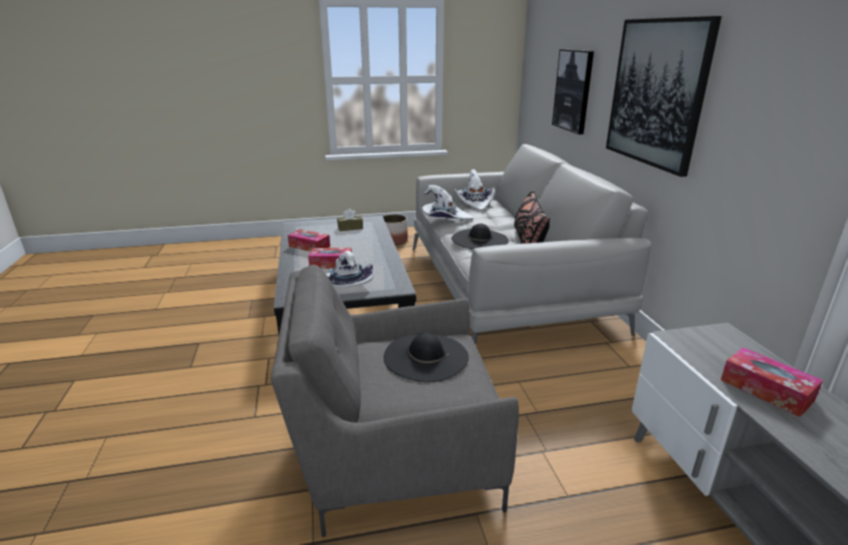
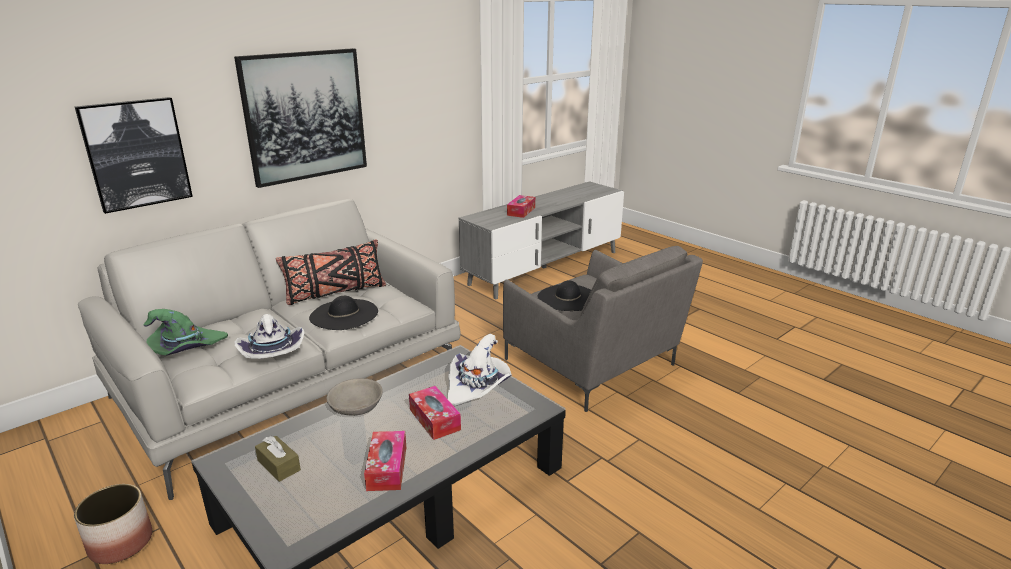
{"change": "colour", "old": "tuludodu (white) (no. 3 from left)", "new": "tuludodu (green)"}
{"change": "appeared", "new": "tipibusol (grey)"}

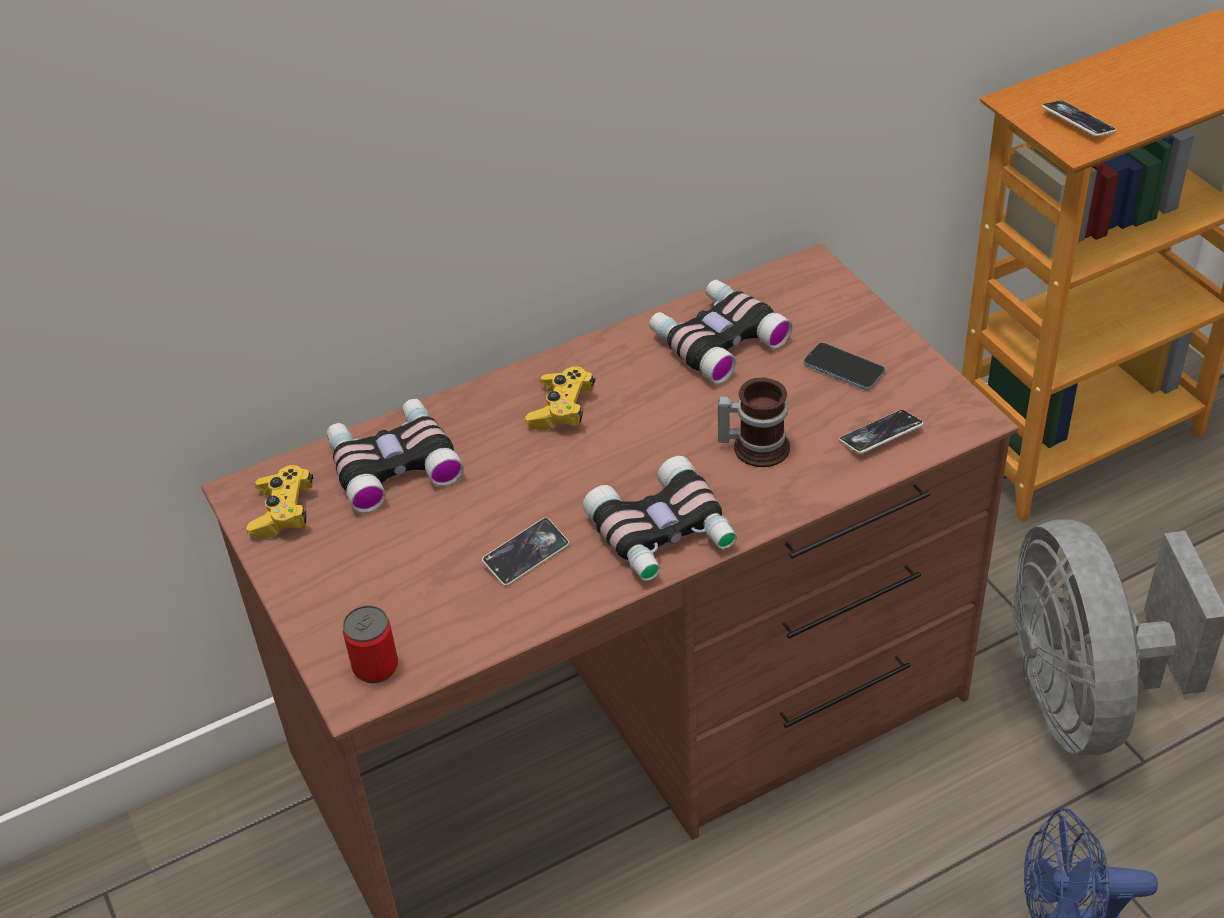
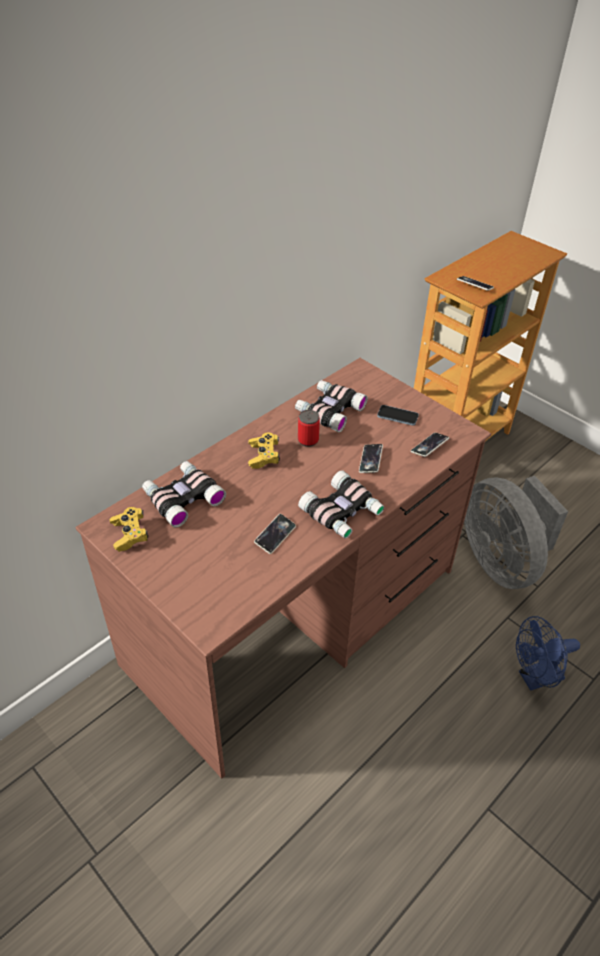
{"change": "relocated", "old": "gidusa"}
{"change": "exchanged", "old": "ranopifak", "new": "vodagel (no. 2 from left)"}

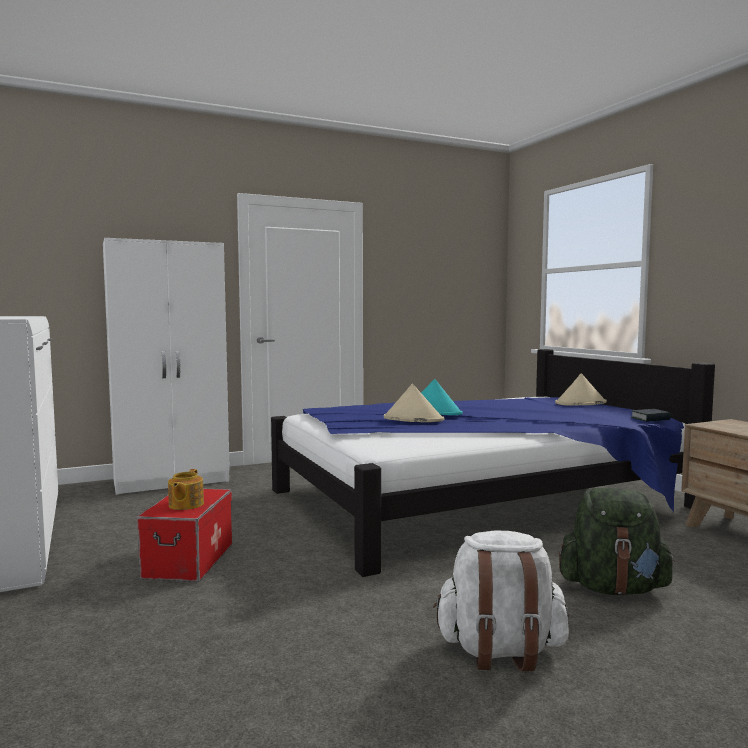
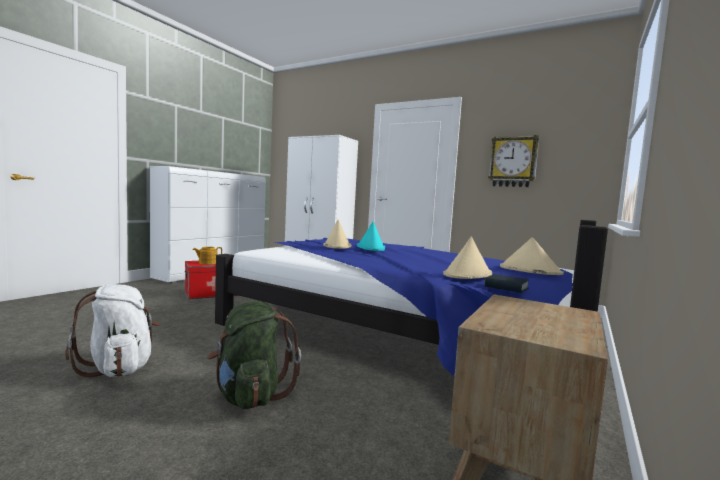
{"change": "appeared", "new": "tuludodu (beige) (no. 2 from left)"}
{"change": "appeared", "new": "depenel"}

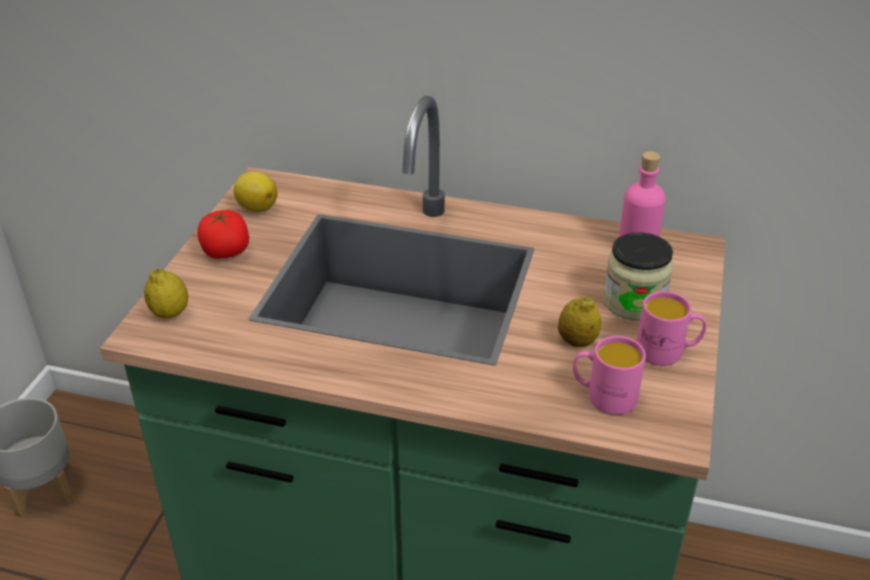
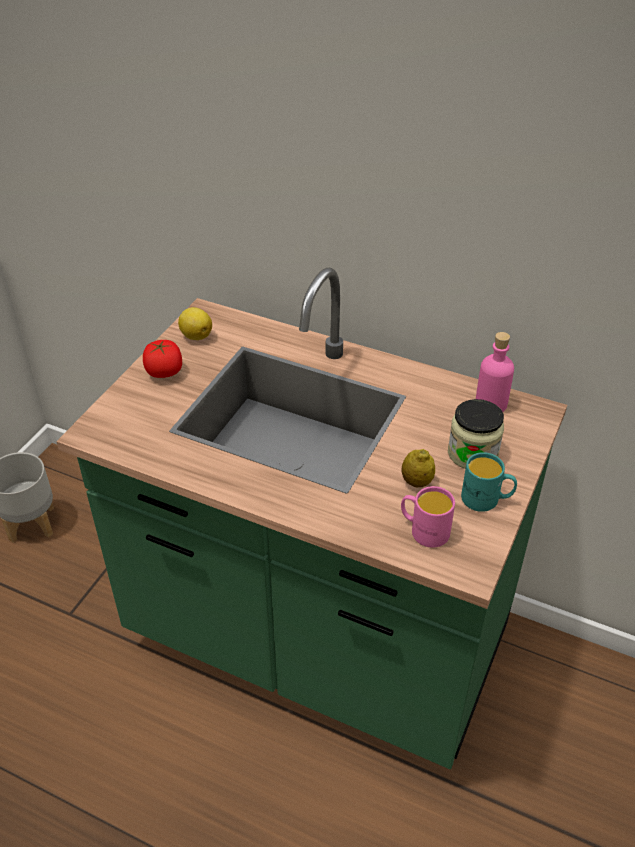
{"change": "colour", "old": "ranopifak (pink) (no. 2 from left)", "new": "ranopifak (turquoise)"}
{"change": "missing", "old": "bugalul (no. 1 from left)"}

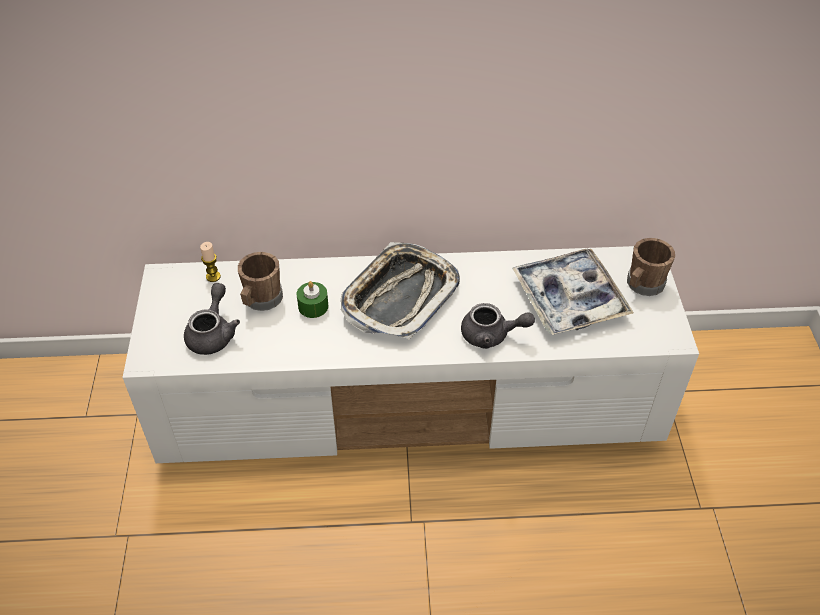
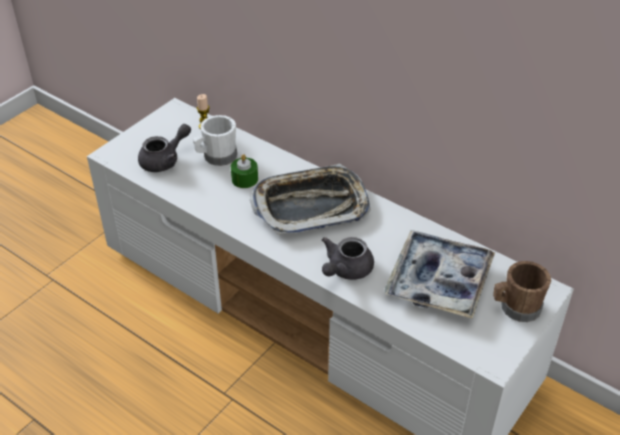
{"change": "colour", "old": "ranopifak (brown) (no. 1 from left)", "new": "ranopifak (white)"}
{"change": "spun", "old": "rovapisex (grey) (no. 2 from left)", "degrees": 75}

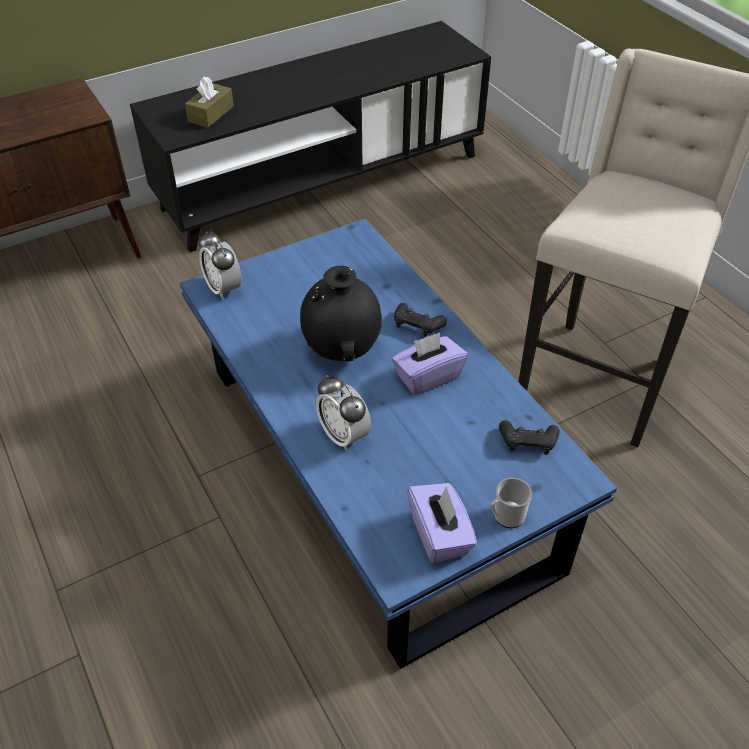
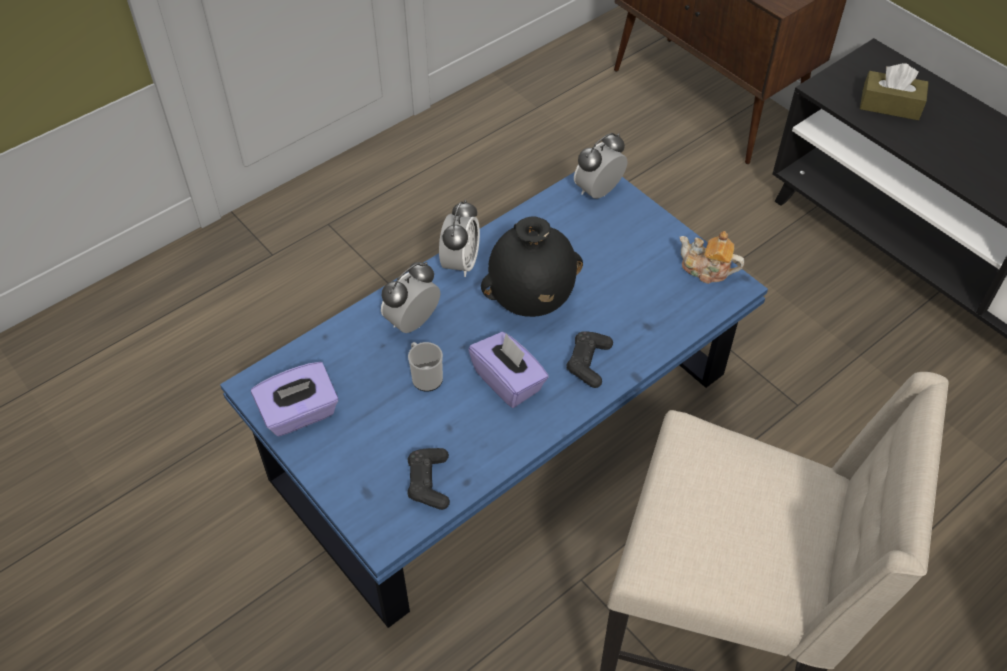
{"change": "relocated", "old": "ranopifak"}
{"change": "appeared", "new": "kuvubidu (no. 2 from left)"}
{"change": "appeared", "new": "rovapisex"}

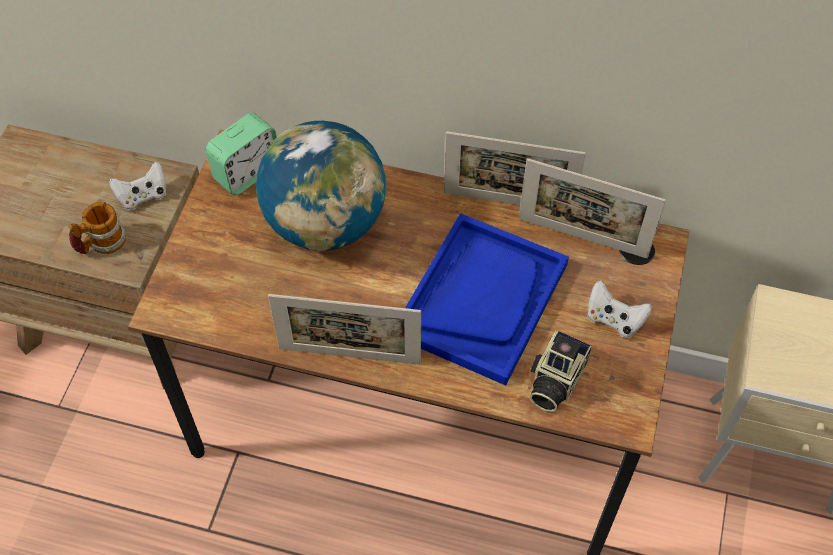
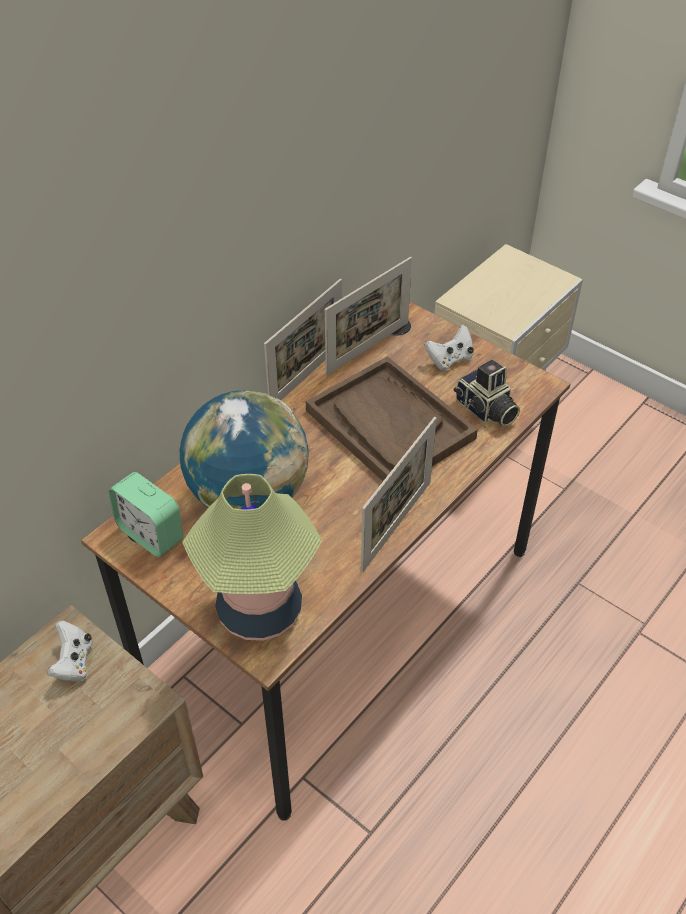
{"change": "spun", "old": "kuvubidu", "degrees": 150}
{"change": "appeared", "new": "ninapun"}
{"change": "colour", "old": "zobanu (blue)", "new": "zobanu (brown)"}
{"change": "missing", "old": "ranopifak"}

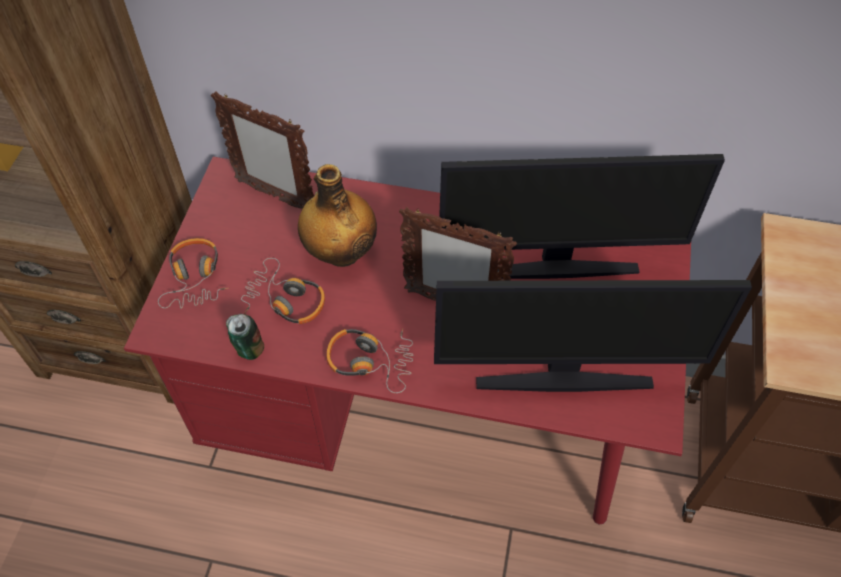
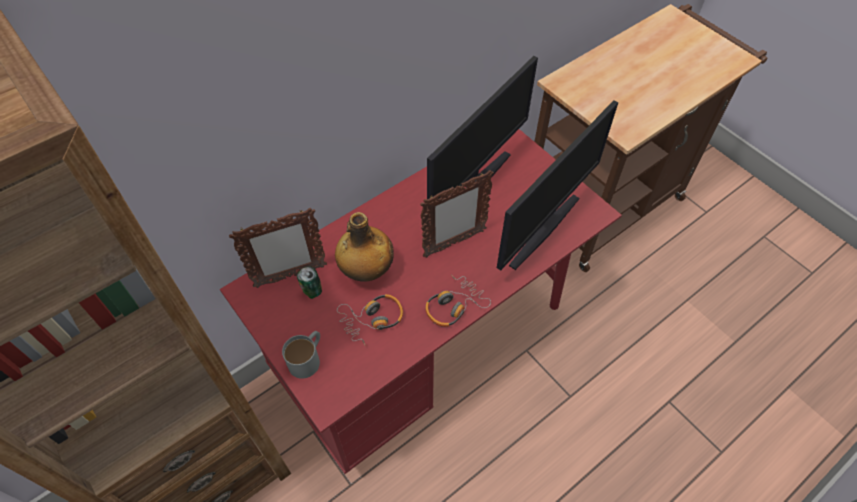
{"change": "exchanged", "old": "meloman (no. 1 from left)", "new": "ranopifak (grey)"}
{"change": "relocated", "old": "gidusa"}

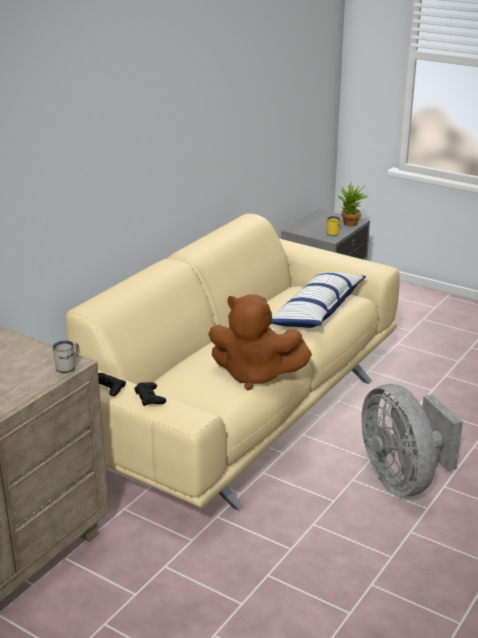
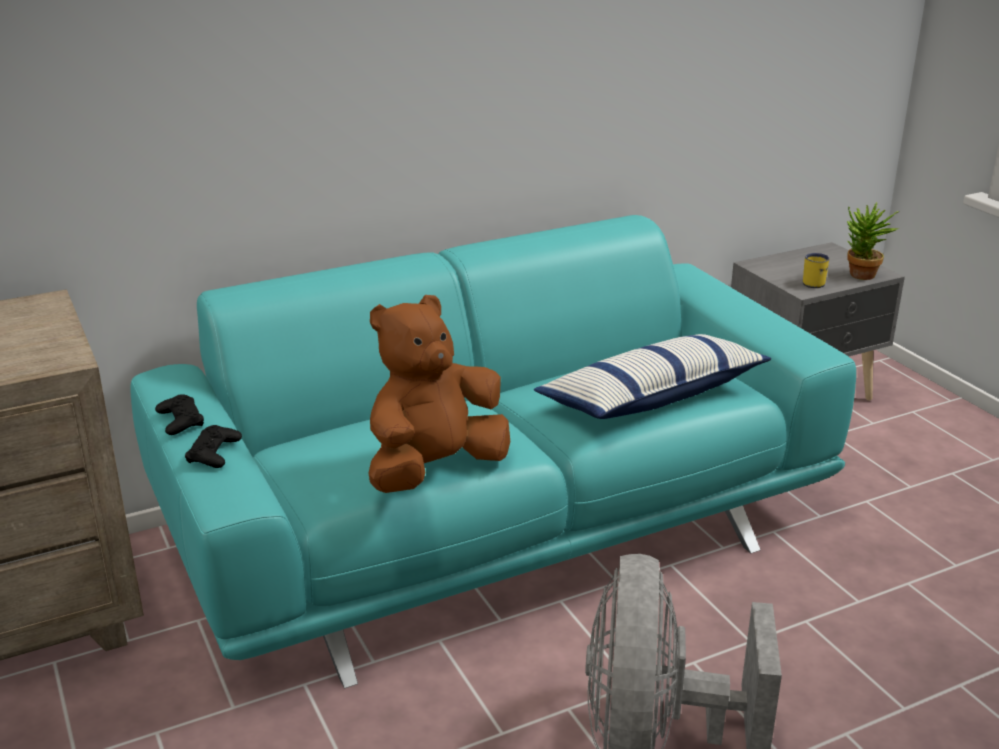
{"change": "colour", "old": "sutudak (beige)", "new": "sutudak (turquoise)"}
{"change": "spun", "old": "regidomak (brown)", "degrees": 90}
{"change": "missing", "old": "ranopifak (white)"}

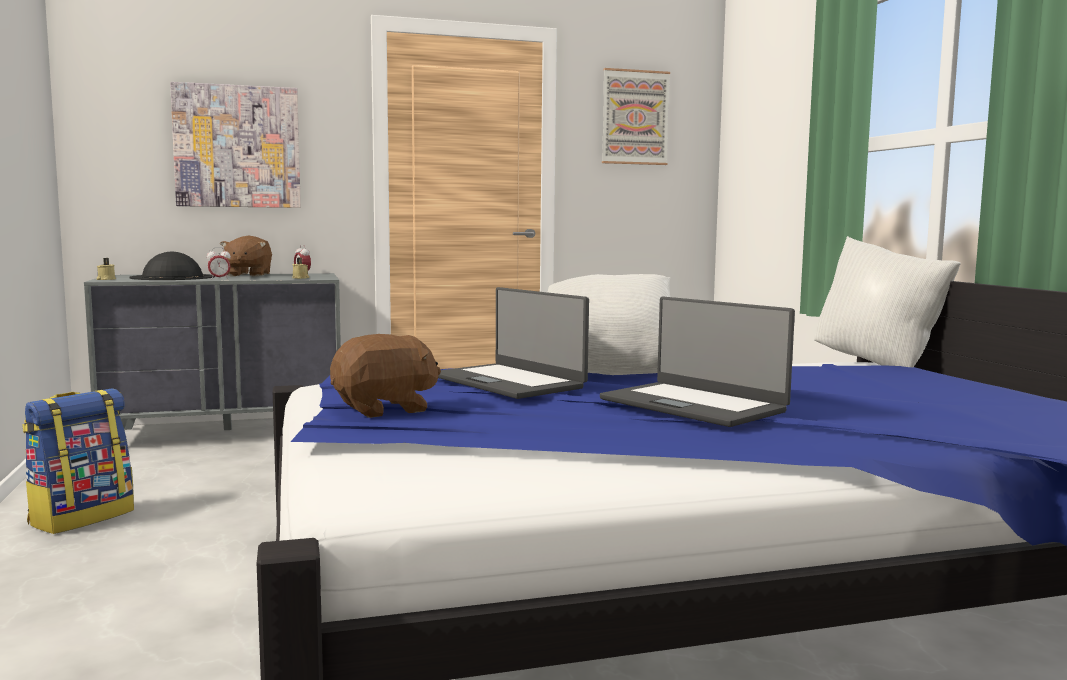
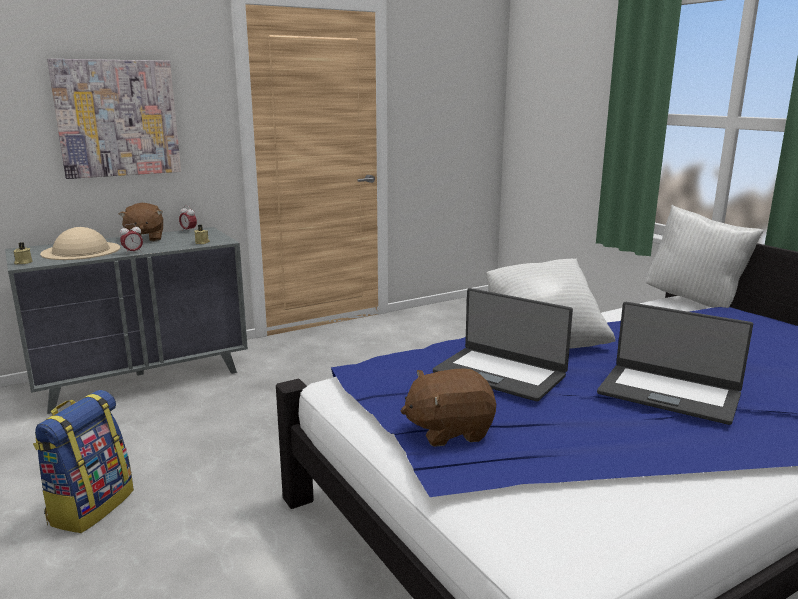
{"change": "colour", "old": "tuludodu (black)", "new": "tuludodu (beige)"}
{"change": "spun", "old": "regidomak (brown) (no. 2 from left)", "degrees": -150}
{"change": "missing", "old": "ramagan (no. 2 from left)"}

